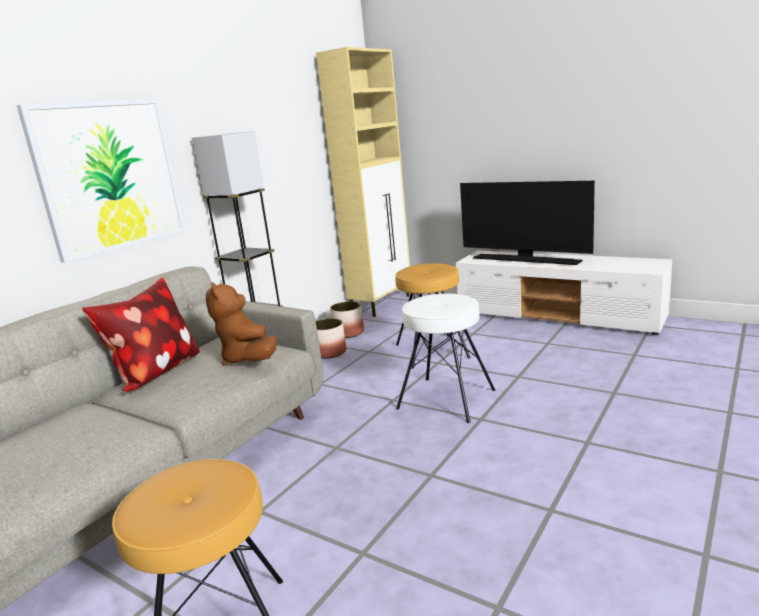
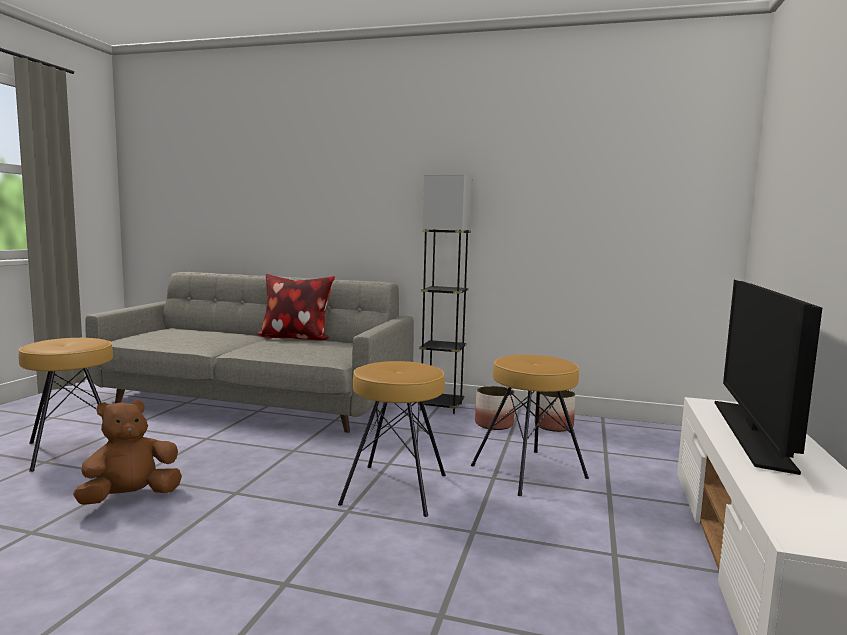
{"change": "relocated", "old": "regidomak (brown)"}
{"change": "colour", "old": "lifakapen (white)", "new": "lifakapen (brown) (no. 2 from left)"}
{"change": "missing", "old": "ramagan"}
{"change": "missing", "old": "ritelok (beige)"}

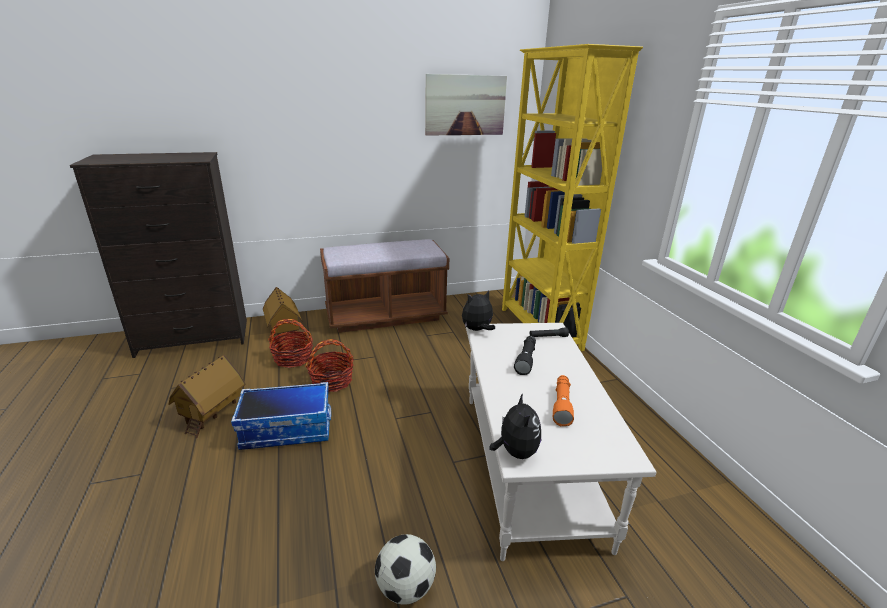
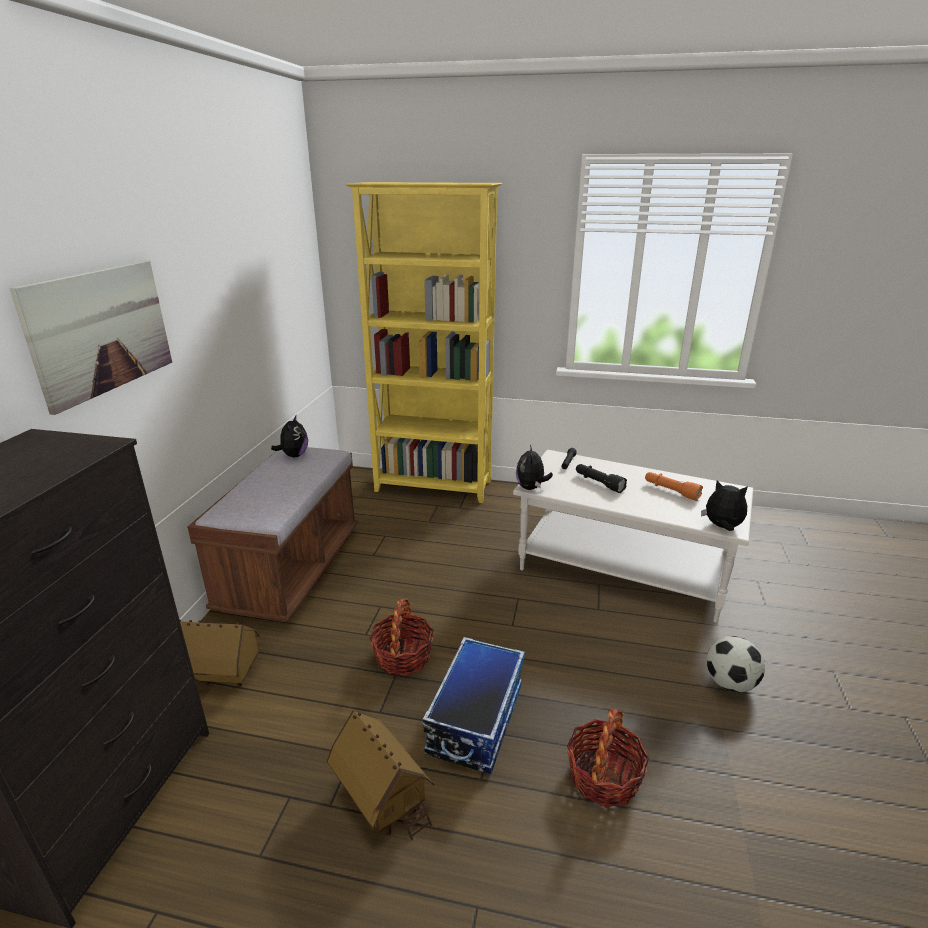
{"change": "relocated", "old": "ramagan"}
{"change": "appeared", "new": "regidomak (no. 1 from left)"}
{"change": "relocated", "old": "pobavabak (no. 1 from left in the first image)", "new": "pobavabak (no. 2 from left)"}

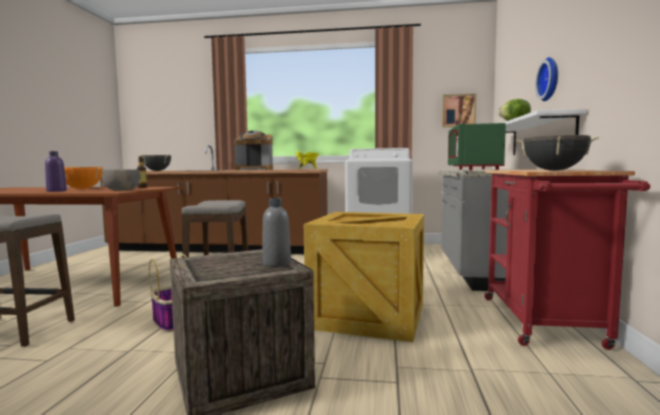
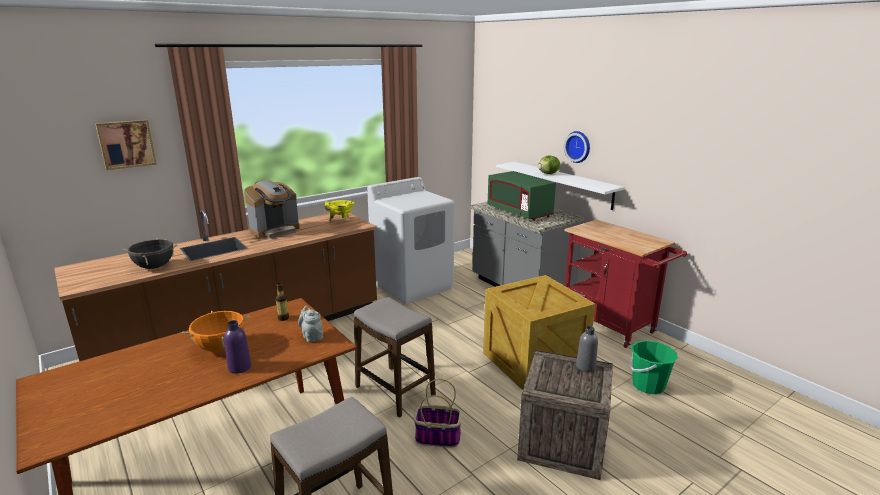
{"change": "relocated", "old": "ramagan"}
{"change": "exchanged", "old": "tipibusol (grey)", "new": "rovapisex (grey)"}
{"change": "appeared", "new": "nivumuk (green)"}
{"change": "missing", "old": "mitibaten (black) (no. 2 from left)"}

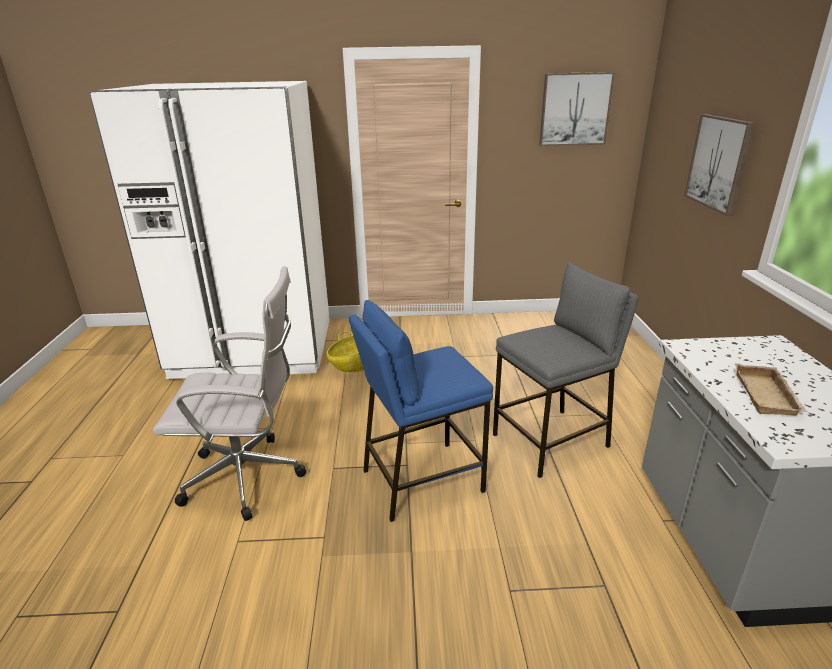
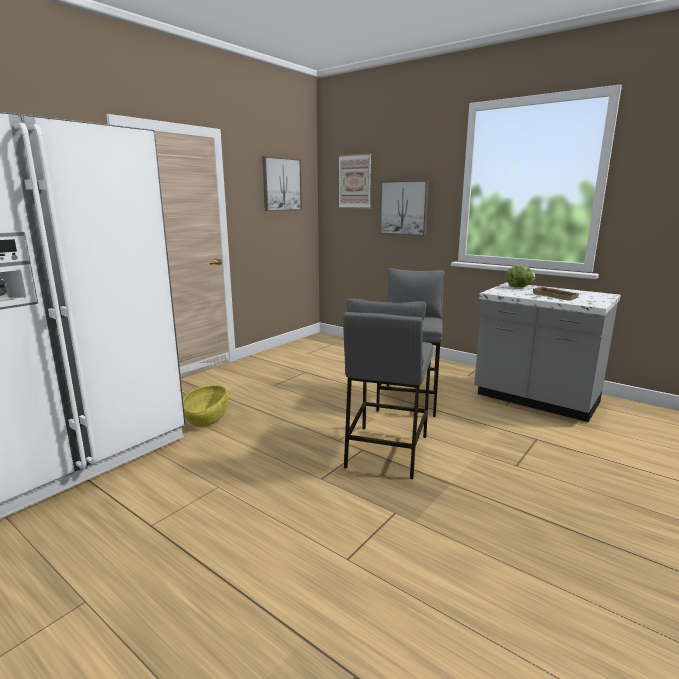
{"change": "appeared", "new": "ramagan (no. 2 from left)"}
{"change": "colour", "old": "lifakapen (blue)", "new": "lifakapen (grey) (no. 1 from left)"}
{"change": "appeared", "new": "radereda"}
{"change": "missing", "old": "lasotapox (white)"}

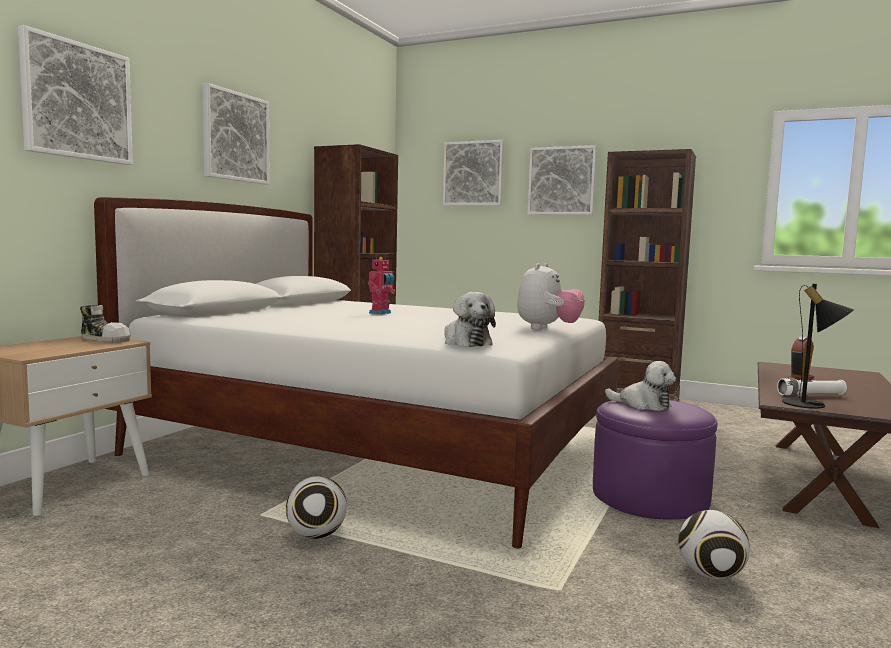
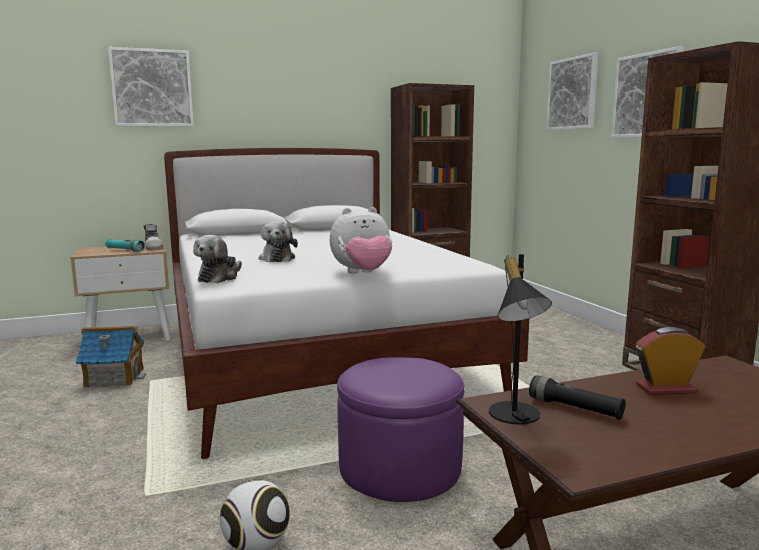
{"change": "appeared", "new": "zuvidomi"}
{"change": "appeared", "new": "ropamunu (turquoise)"}
{"change": "relocated", "old": "regidomak (no. 3 from left in the first image)", "new": "regidomak (no. 2 from left)"}
{"change": "colour", "old": "ropamunu (white)", "new": "ropamunu (black)"}
{"change": "missing", "old": "ramagan (no. 2 from left)"}
{"change": "missing", "old": "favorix (no. 1 from left)"}
{"change": "missing", "old": "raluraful"}

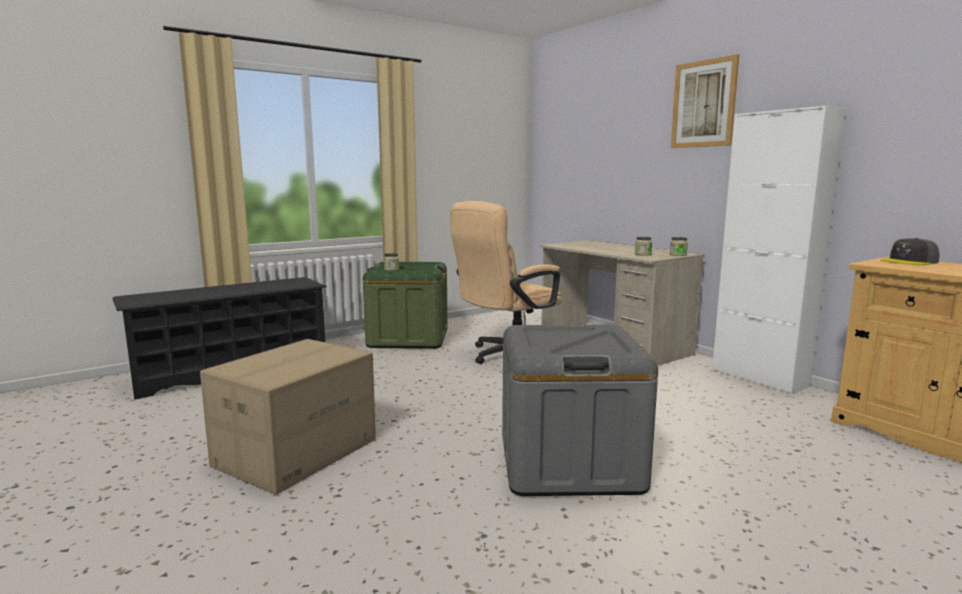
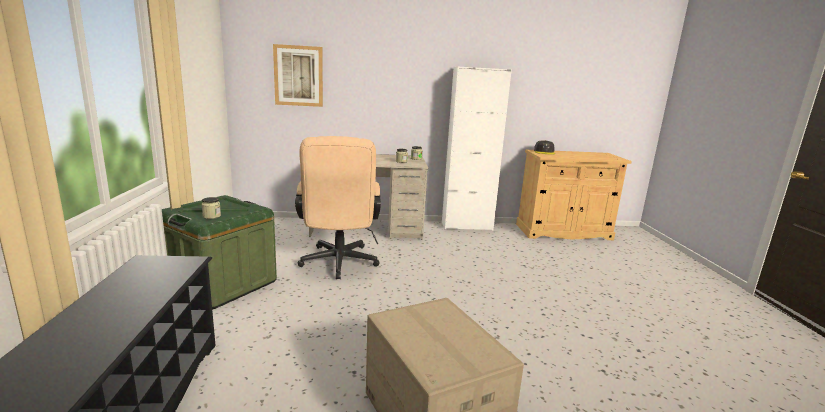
{"change": "relocated", "old": "ramagan"}
{"change": "missing", "old": "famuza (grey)"}

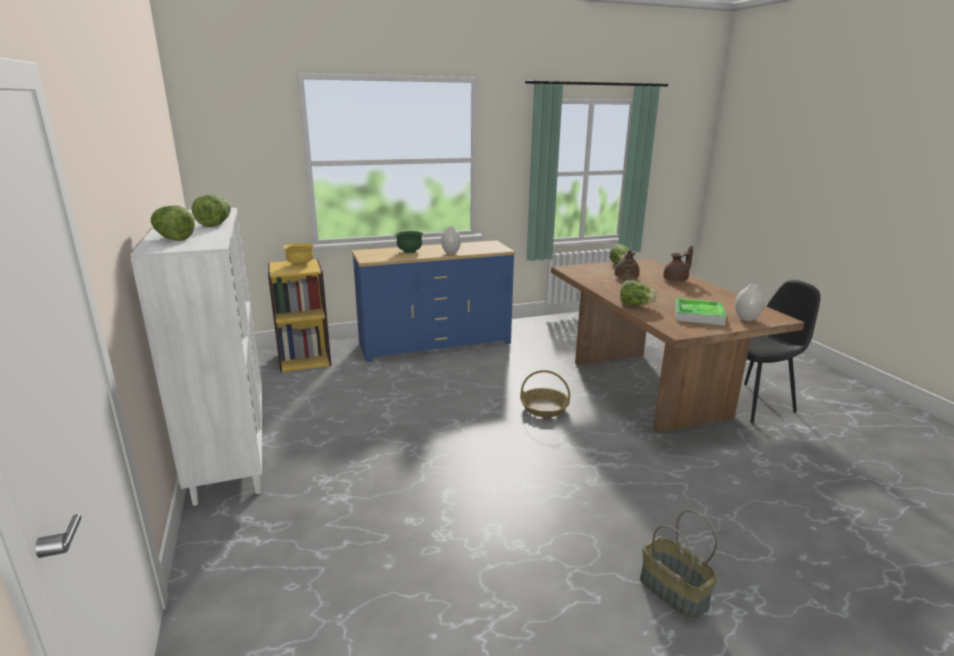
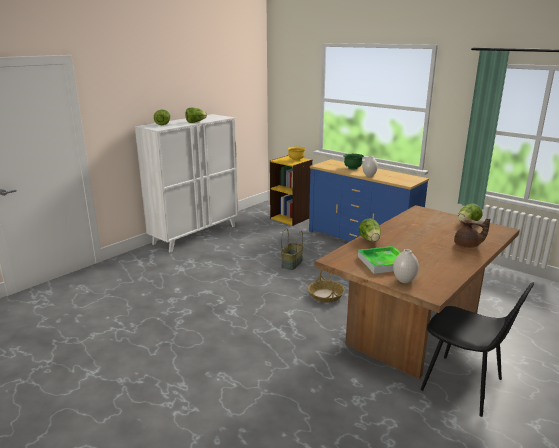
{"change": "relocated", "old": "pobavabak (no. 2 from left in the first image)", "new": "pobavabak (no. 1 from left)"}
{"change": "missing", "old": "rovapisex (brown) (no. 1 from left)"}

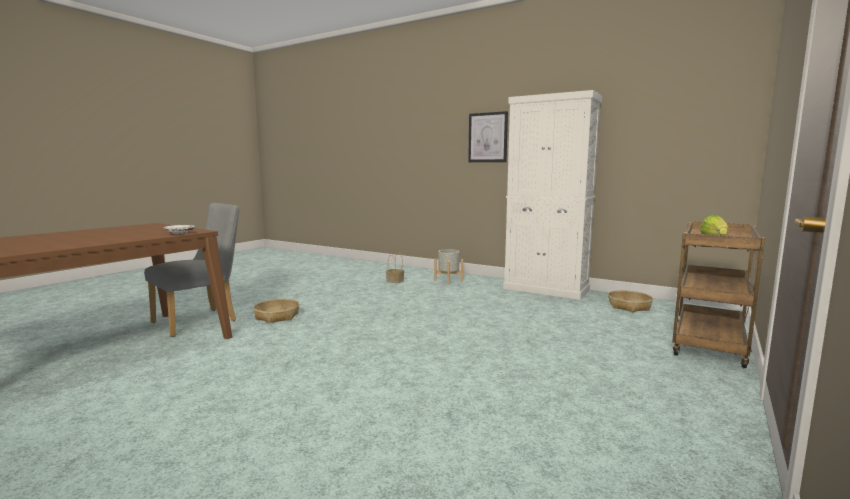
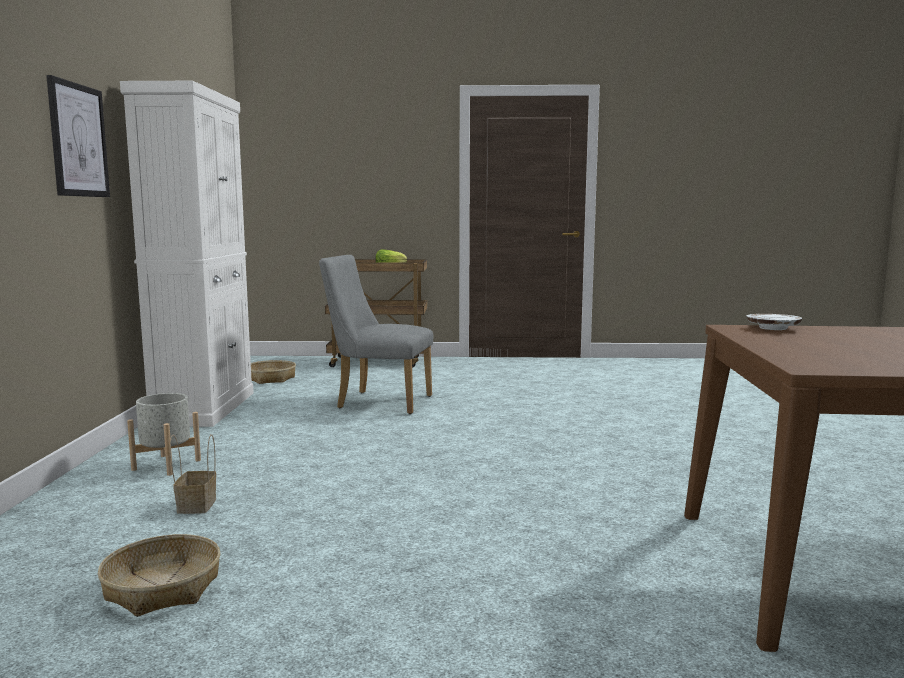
{"change": "relocated", "old": "pobavabak (no. 1 from left)"}
{"change": "relocated", "old": "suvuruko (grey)"}

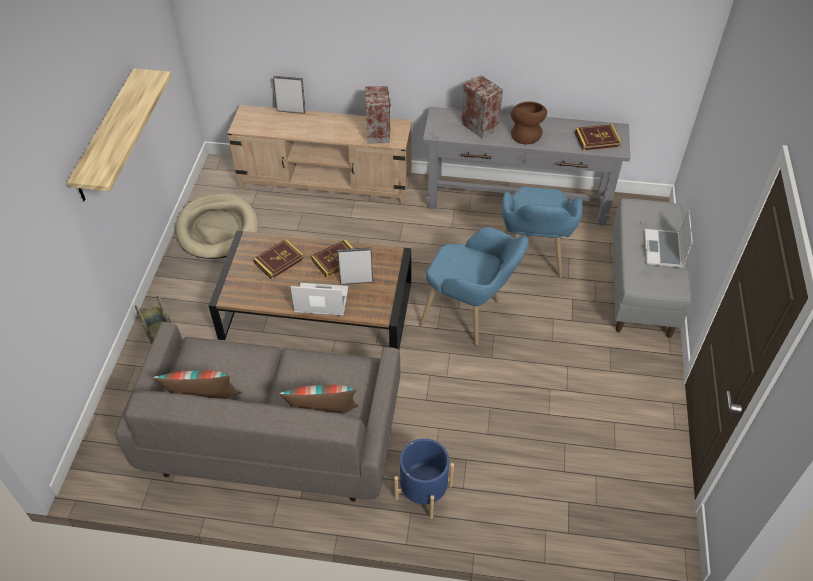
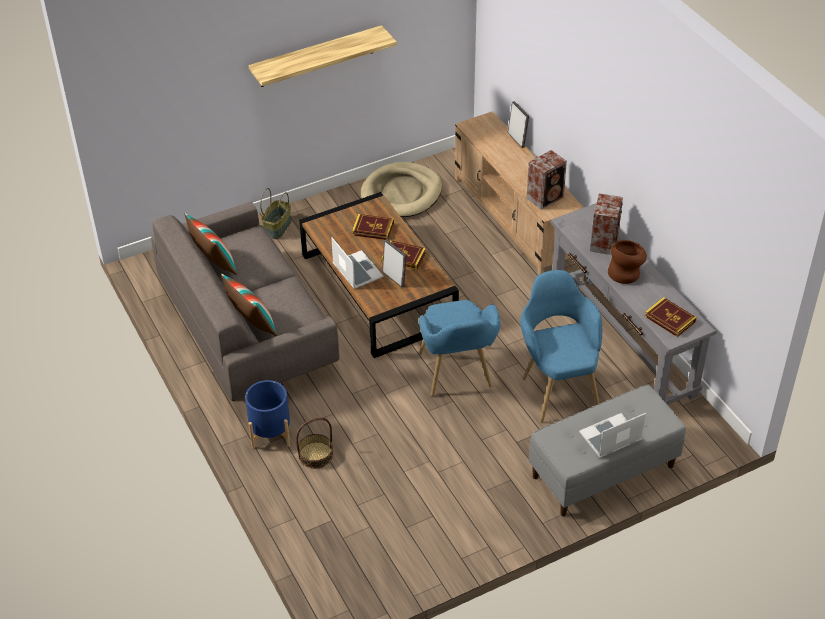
{"change": "appeared", "new": "pobavabak (no. 2 from left)"}
{"change": "spun", "old": "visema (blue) (no. 2 from left)", "degrees": 105}

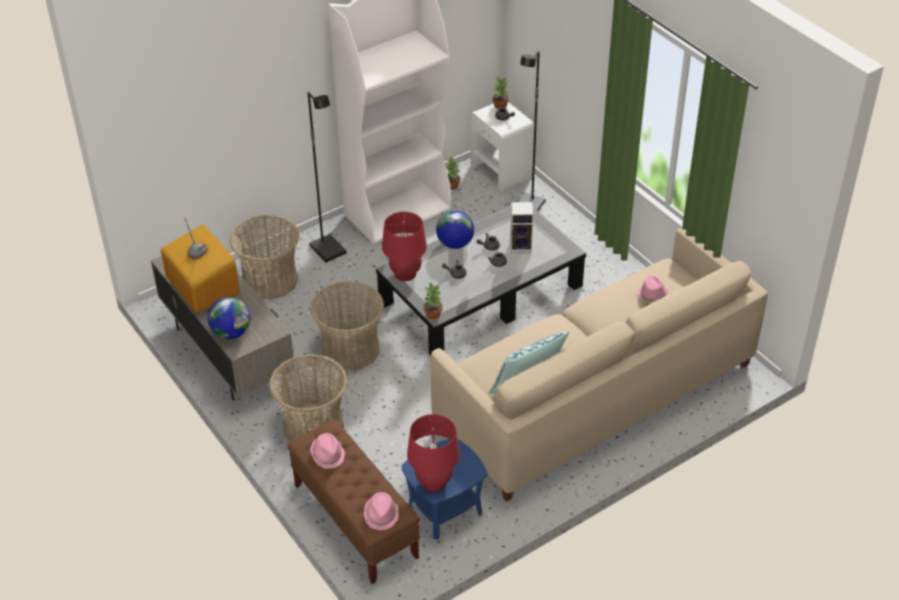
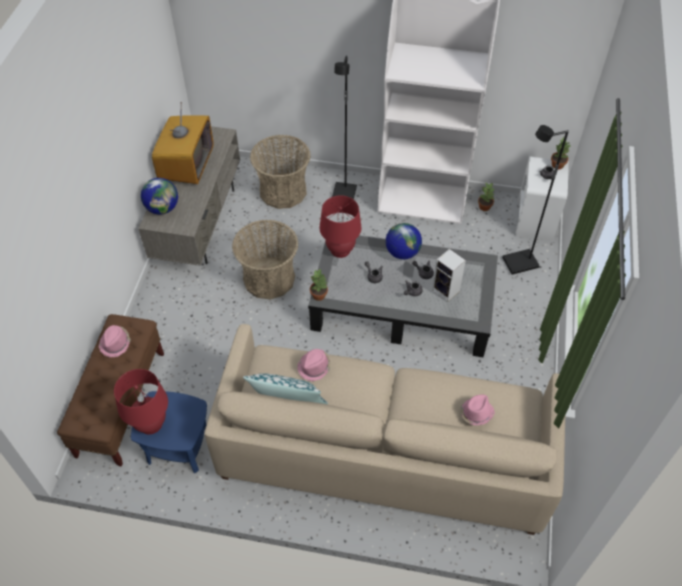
{"change": "relocated", "old": "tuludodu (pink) (no. 2 from left)"}
{"change": "missing", "old": "pobavabak (no. 2 from left)"}

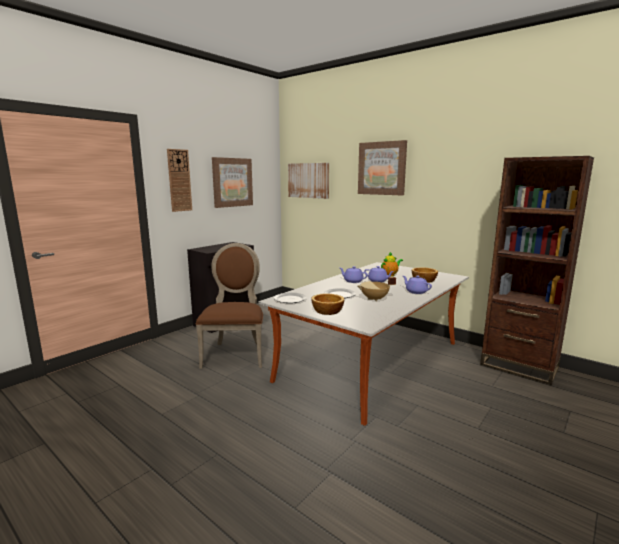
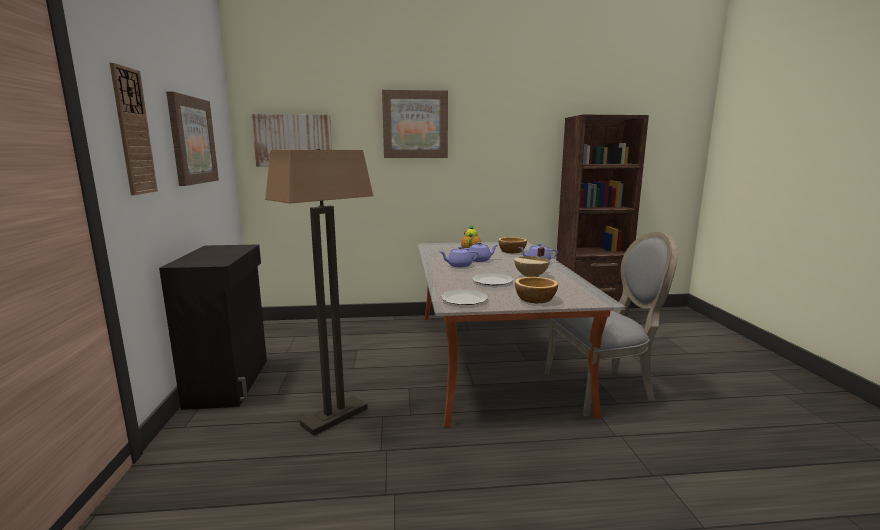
{"change": "exchanged", "old": "suvuruko (brown)", "new": "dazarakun"}
{"change": "appeared", "new": "suvuruko (grey)"}

